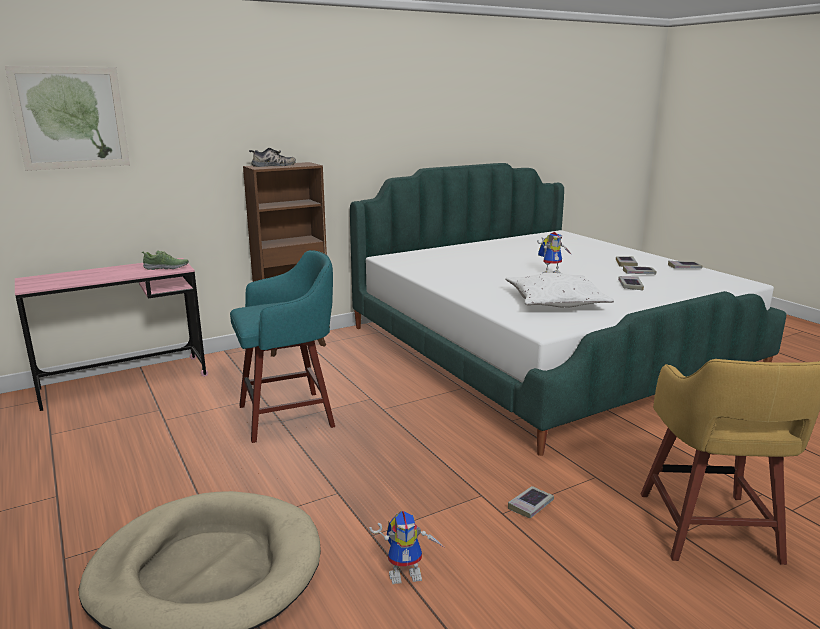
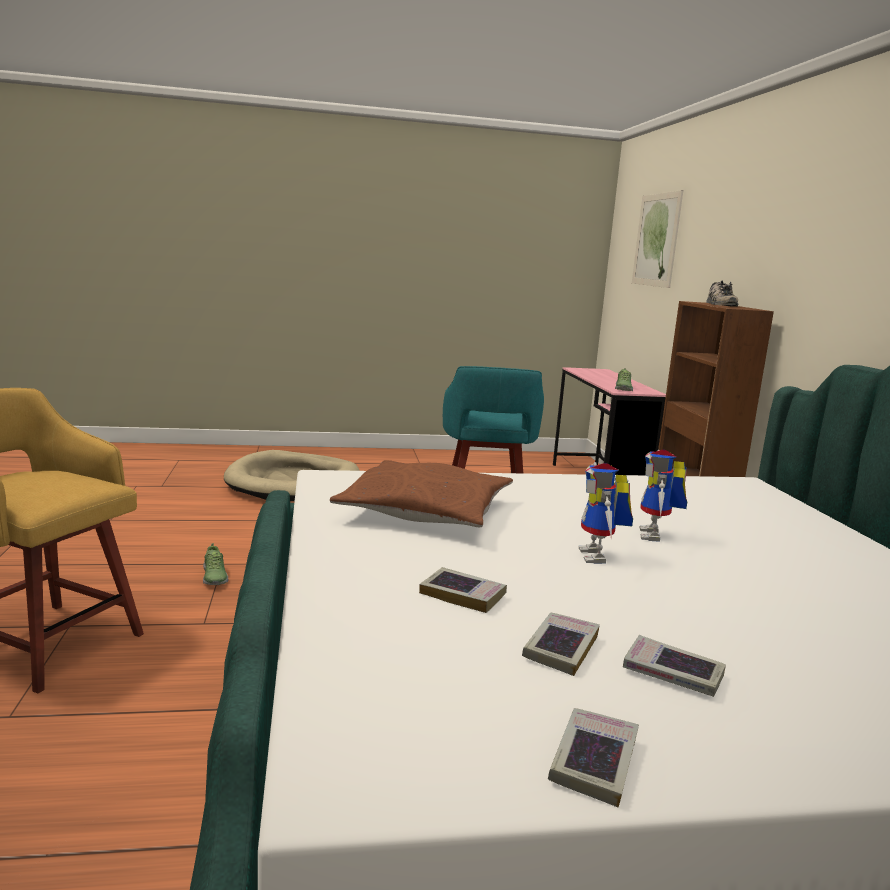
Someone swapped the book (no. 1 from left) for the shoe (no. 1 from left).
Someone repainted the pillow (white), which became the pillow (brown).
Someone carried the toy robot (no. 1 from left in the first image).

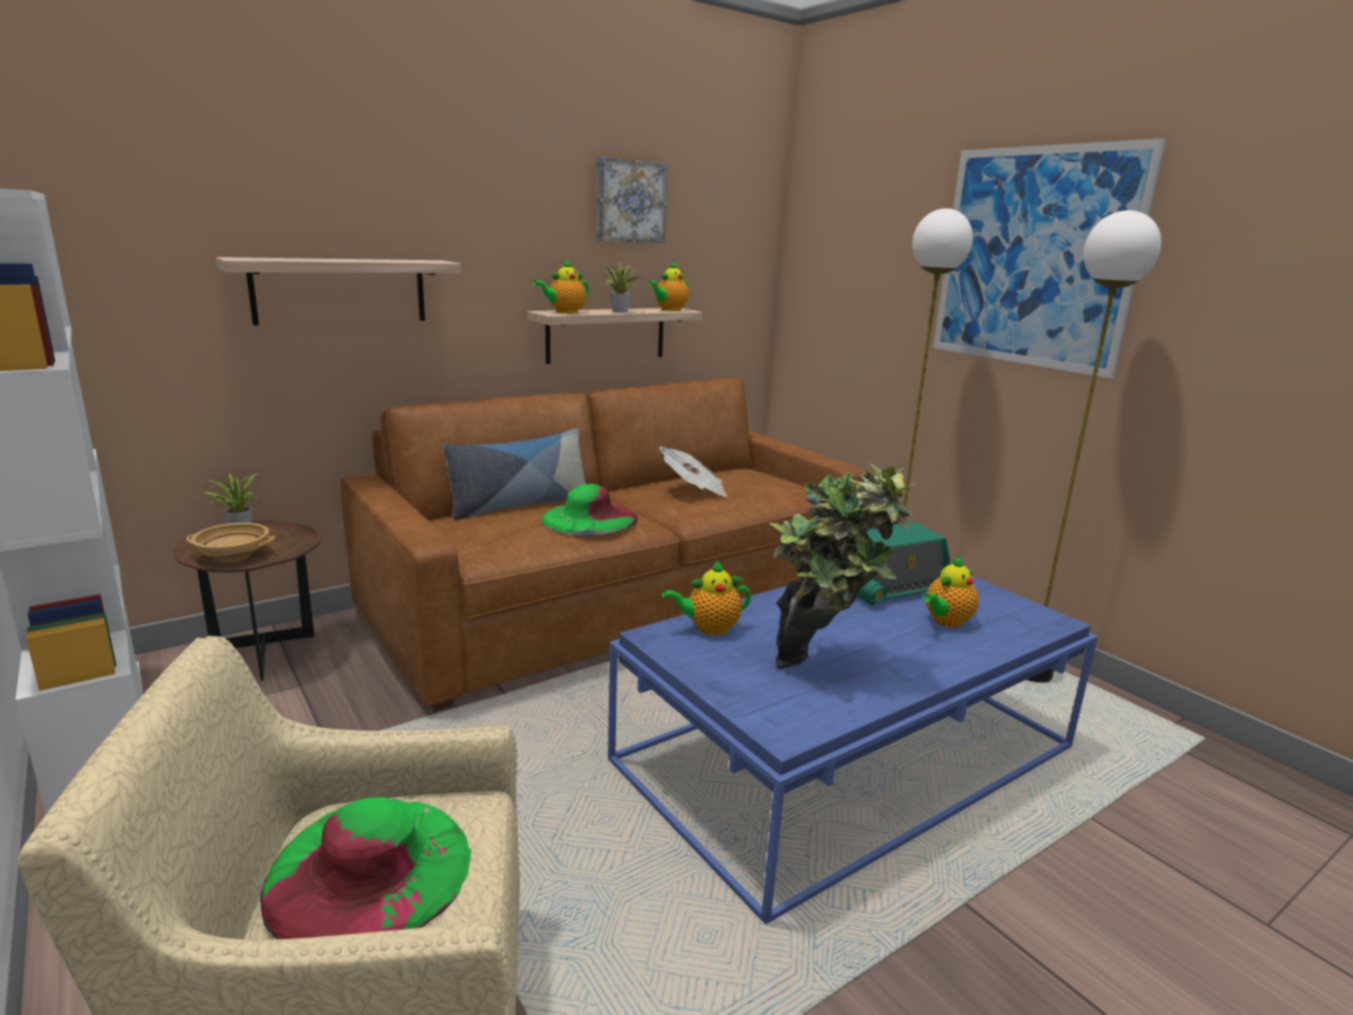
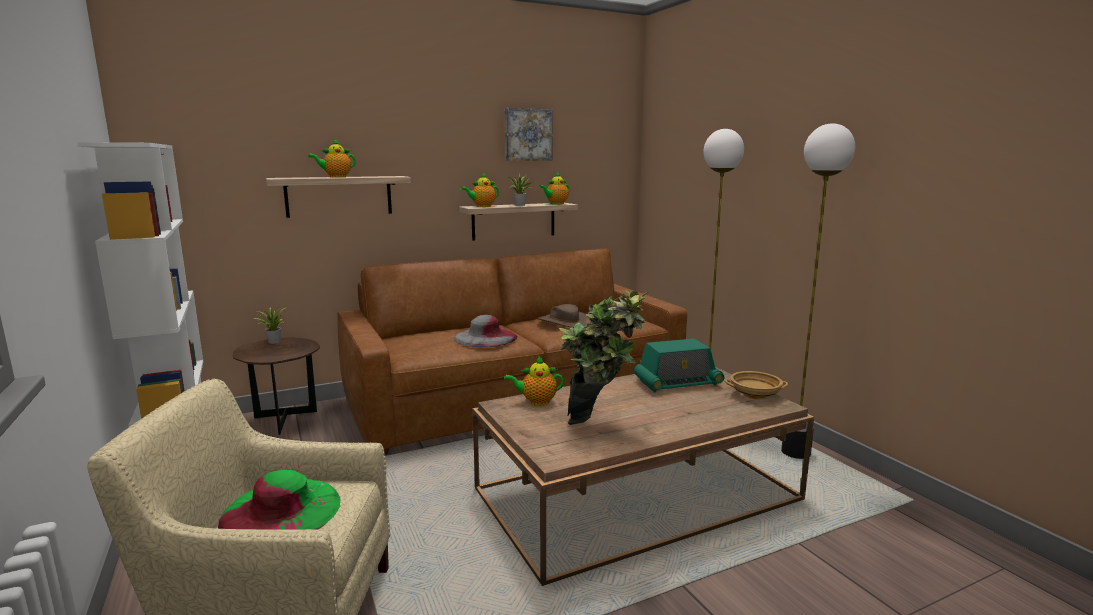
Someone carried the teapot (no. 4 from left in the first image).
Someone repainted the hat (green) (no. 2 from left), which became the hat (grey).
Someone repainted the coffee table (blue), which became the coffee table (brown).
Someone swapped the newspaper for the hat (brown).
Someone carried the bowl (beige).
Someone took away the pillow.
Someone took away the picture (no. 2 from left).

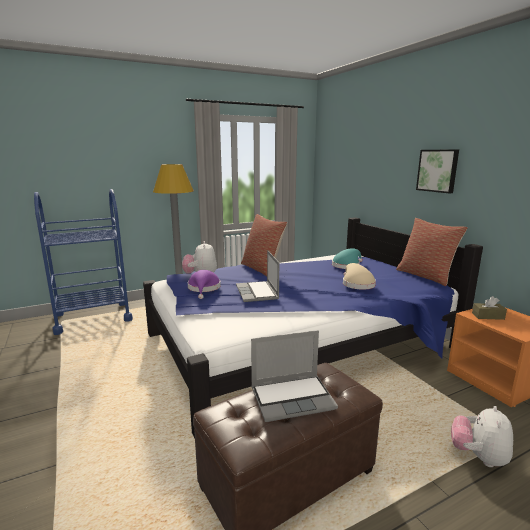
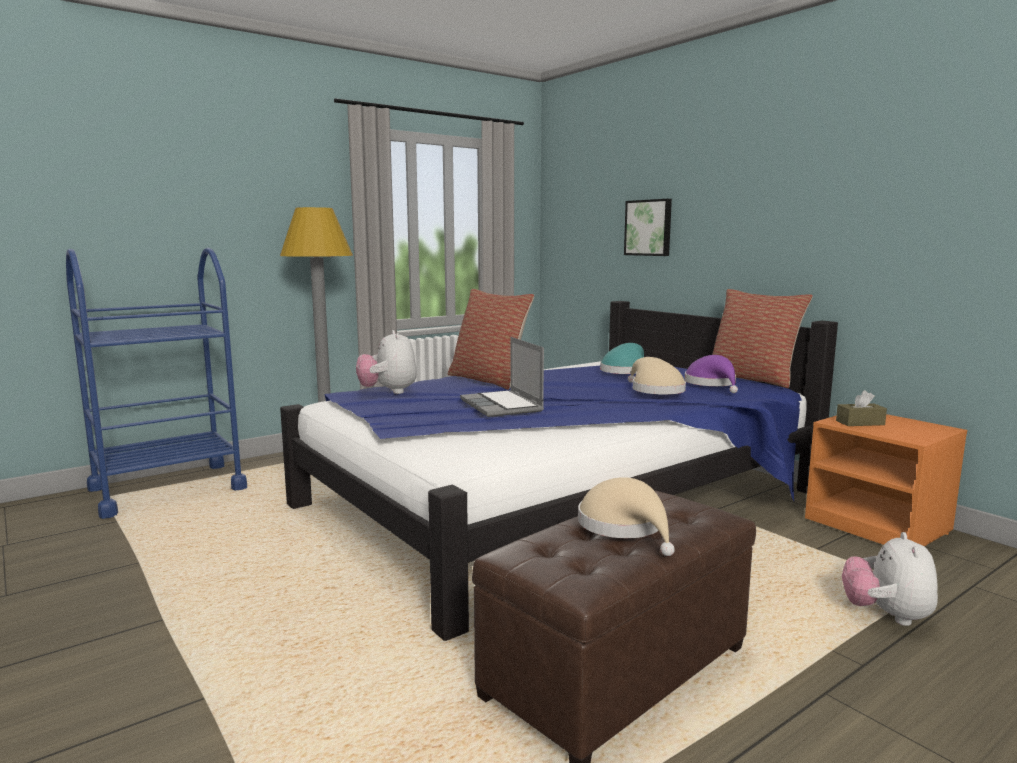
Someone swapped the laptop (no. 2 from left) for the hat (beige) (no. 1 from left).
Someone carried the picture.
Someone carried the hat (purple).

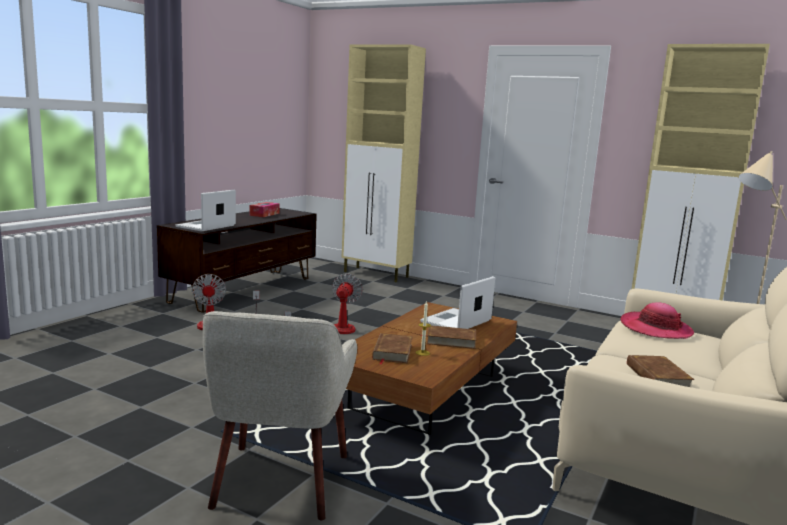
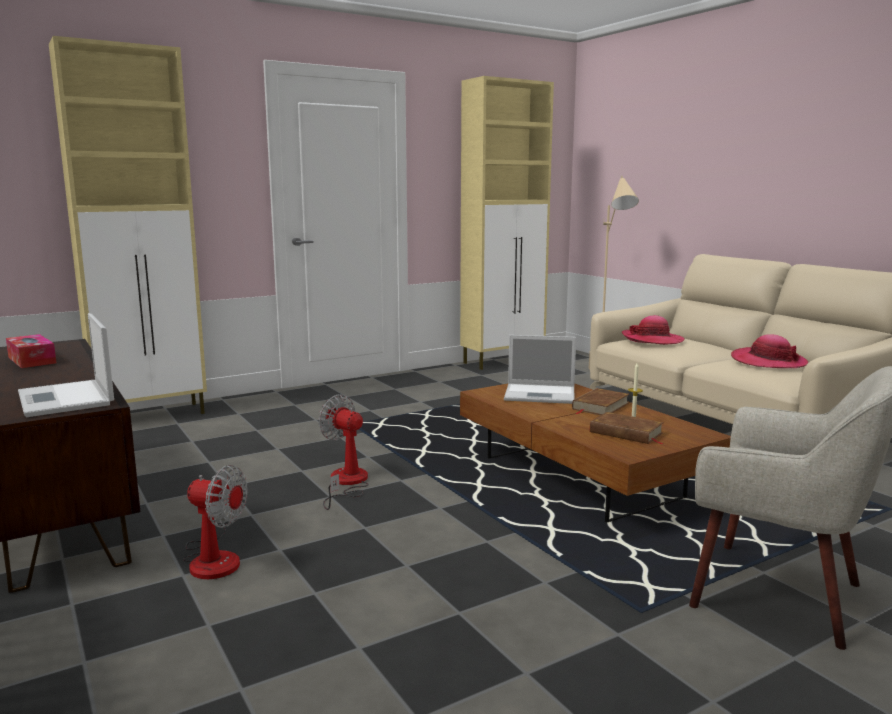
Someone rotated the laptop (no. 2 from left) by 60 degrees counterclockwise.
Someone swapped the book (brown) (no. 3 from left) for the hat (no. 2 from left).

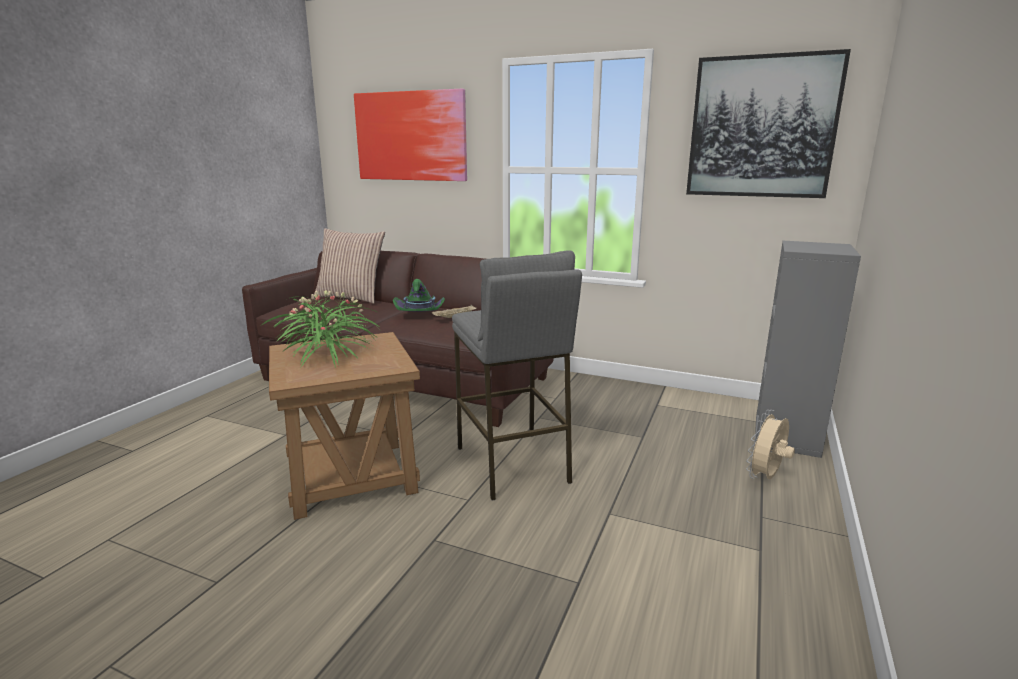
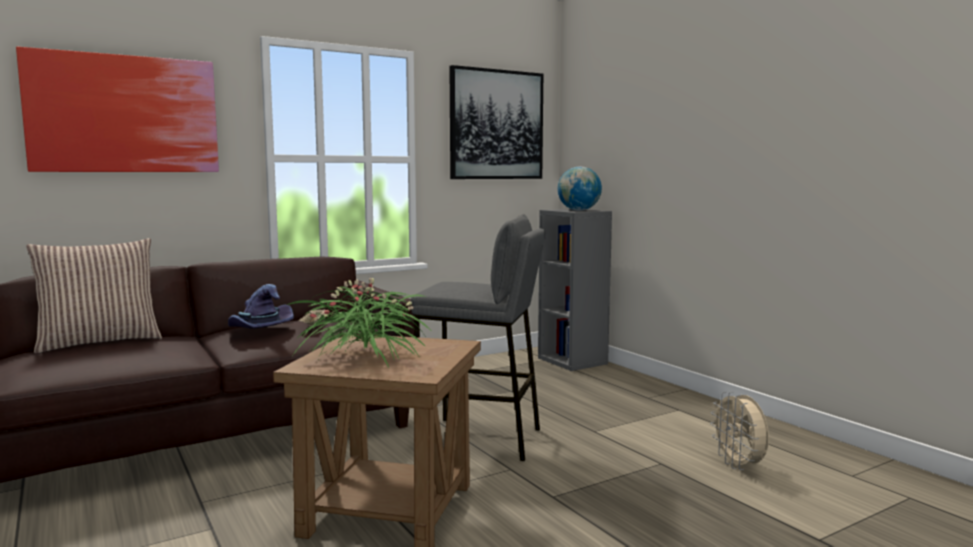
Someone repainted the hat (green), which became the hat (purple).
Someone put down the globe.
Someone carried the fan (beige).

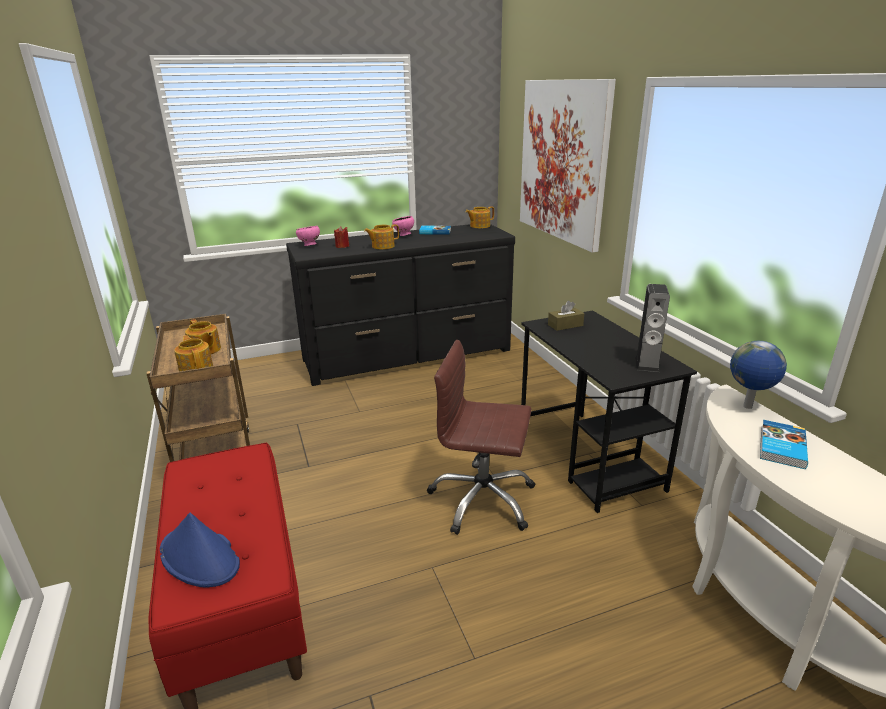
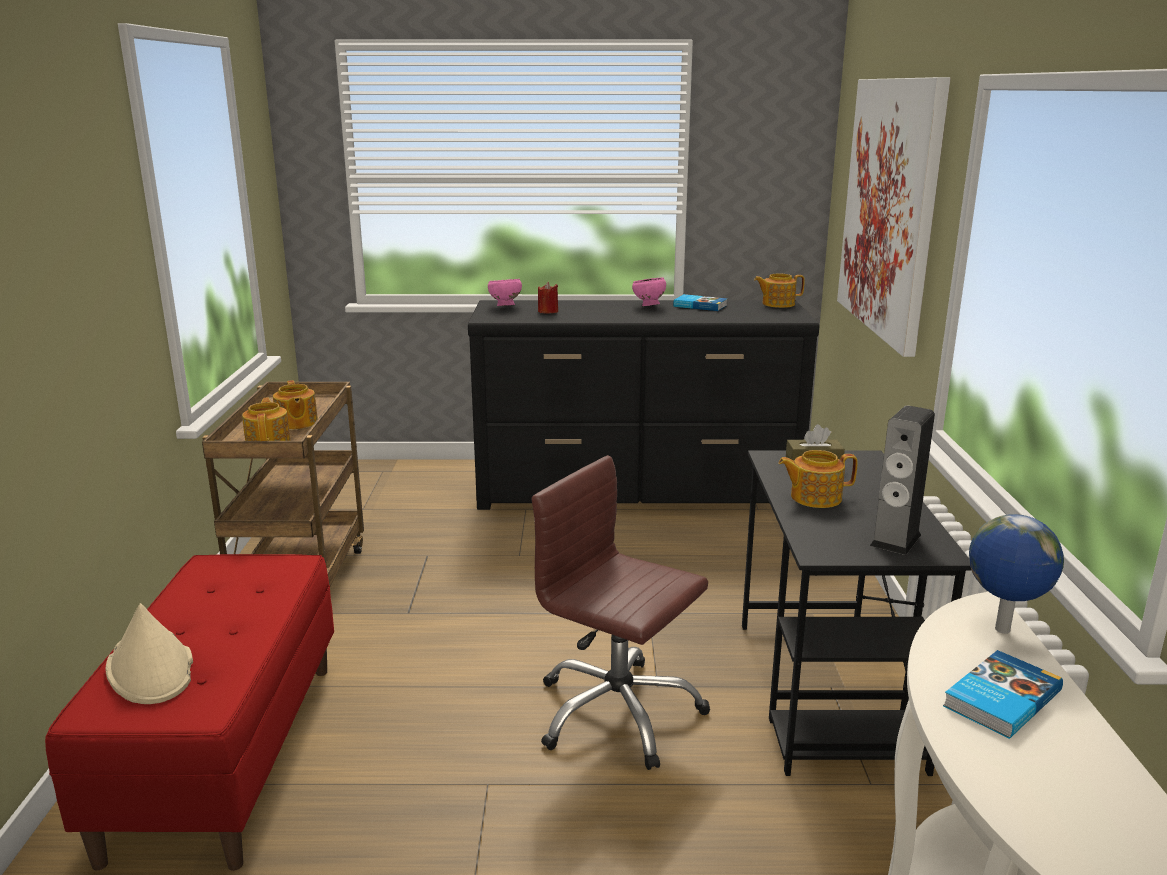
Someone repainted the hat (blue), which became the hat (beige).
Someone carried the teapot (no. 3 from left in the first image).

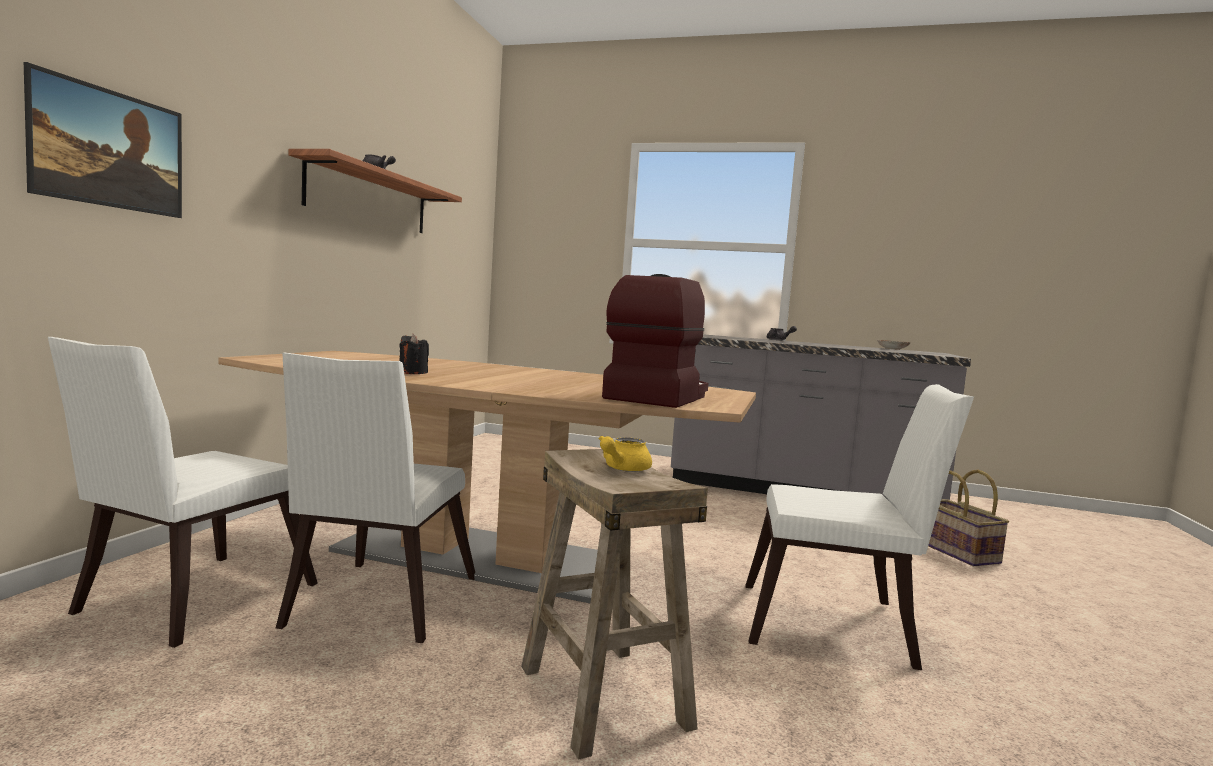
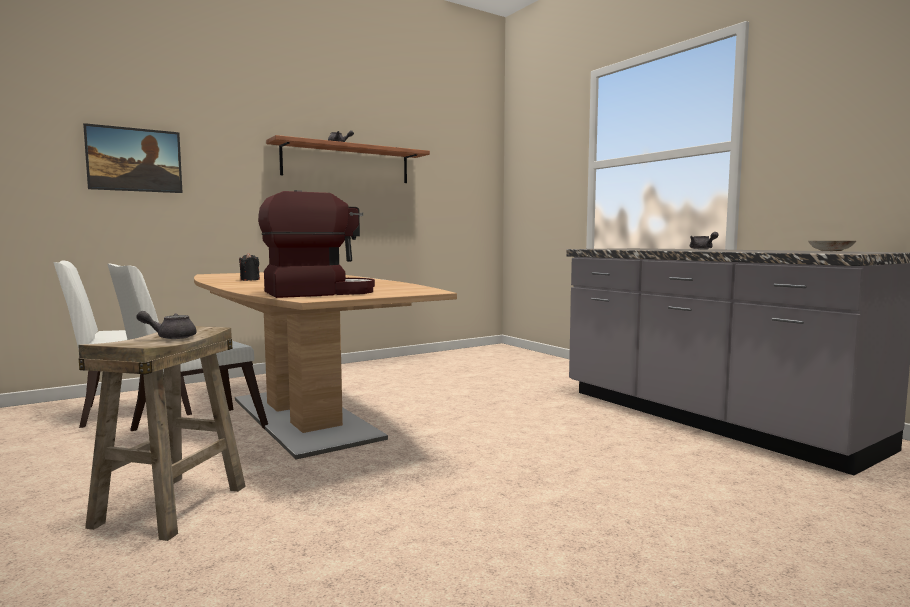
Someone repainted the teapot (yellow), which became the teapot (grey) (no. 1 from left).
Someone took away the chair (white) (no. 3 from left).
Someone took away the basket.

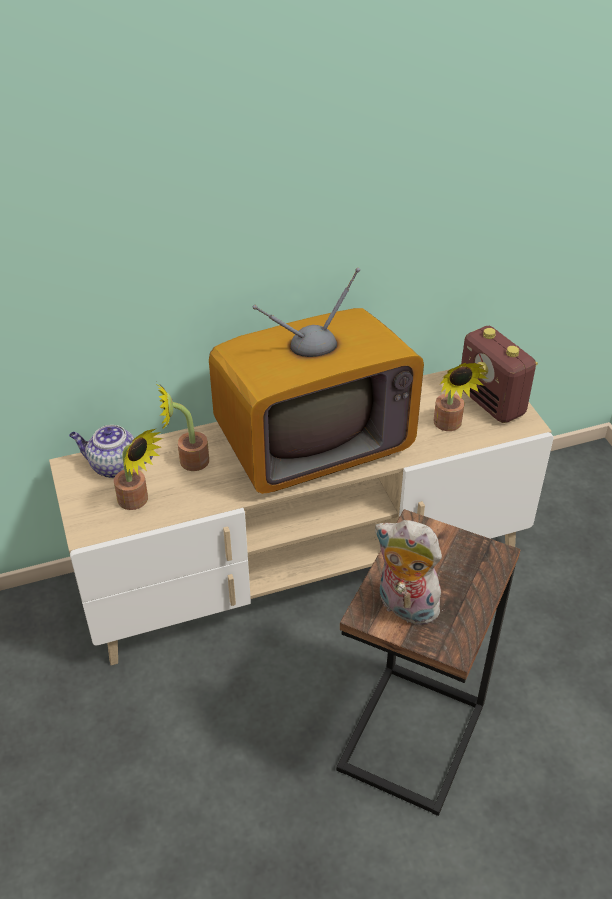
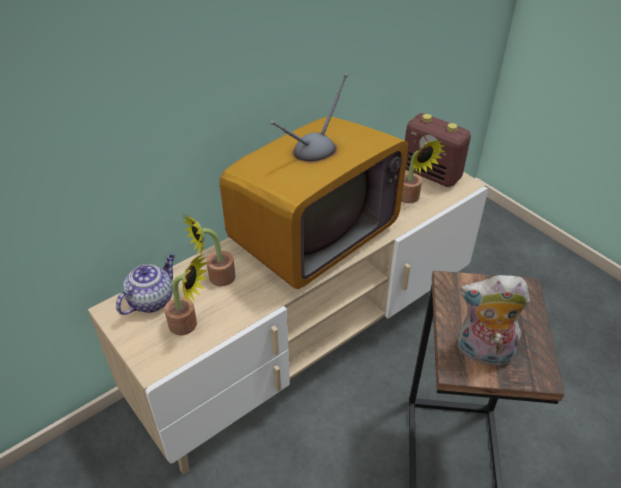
Someone rotated the teapot by 135 degrees clockwise.

